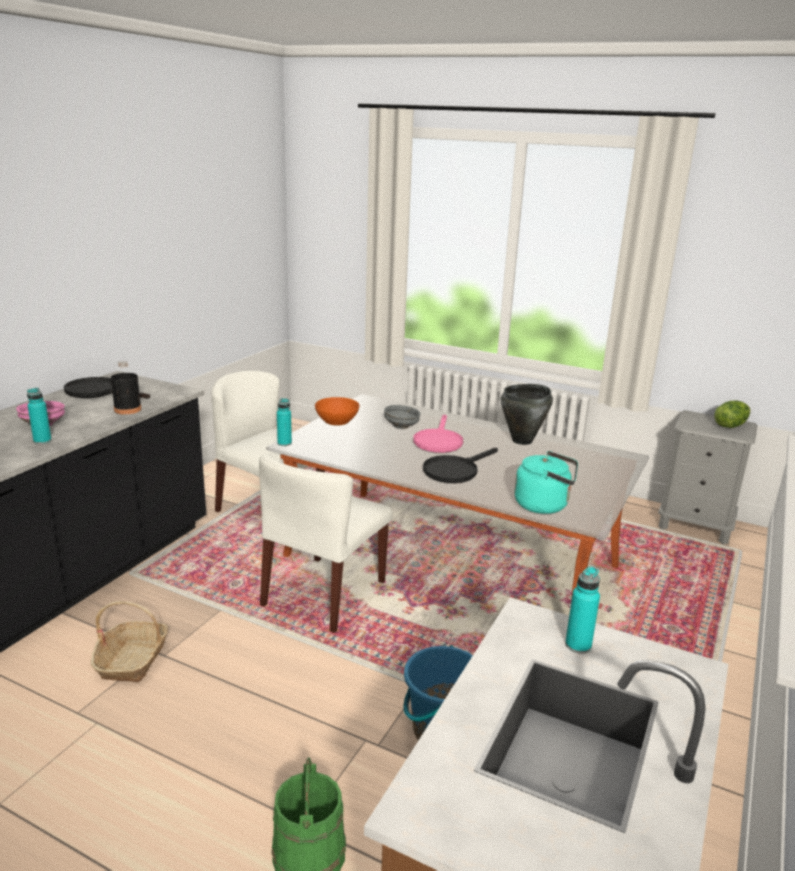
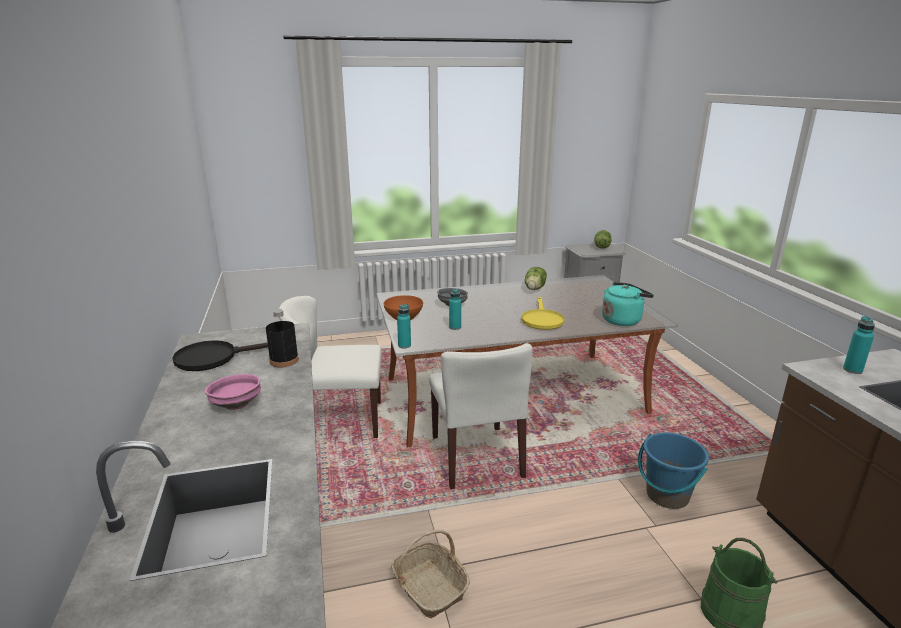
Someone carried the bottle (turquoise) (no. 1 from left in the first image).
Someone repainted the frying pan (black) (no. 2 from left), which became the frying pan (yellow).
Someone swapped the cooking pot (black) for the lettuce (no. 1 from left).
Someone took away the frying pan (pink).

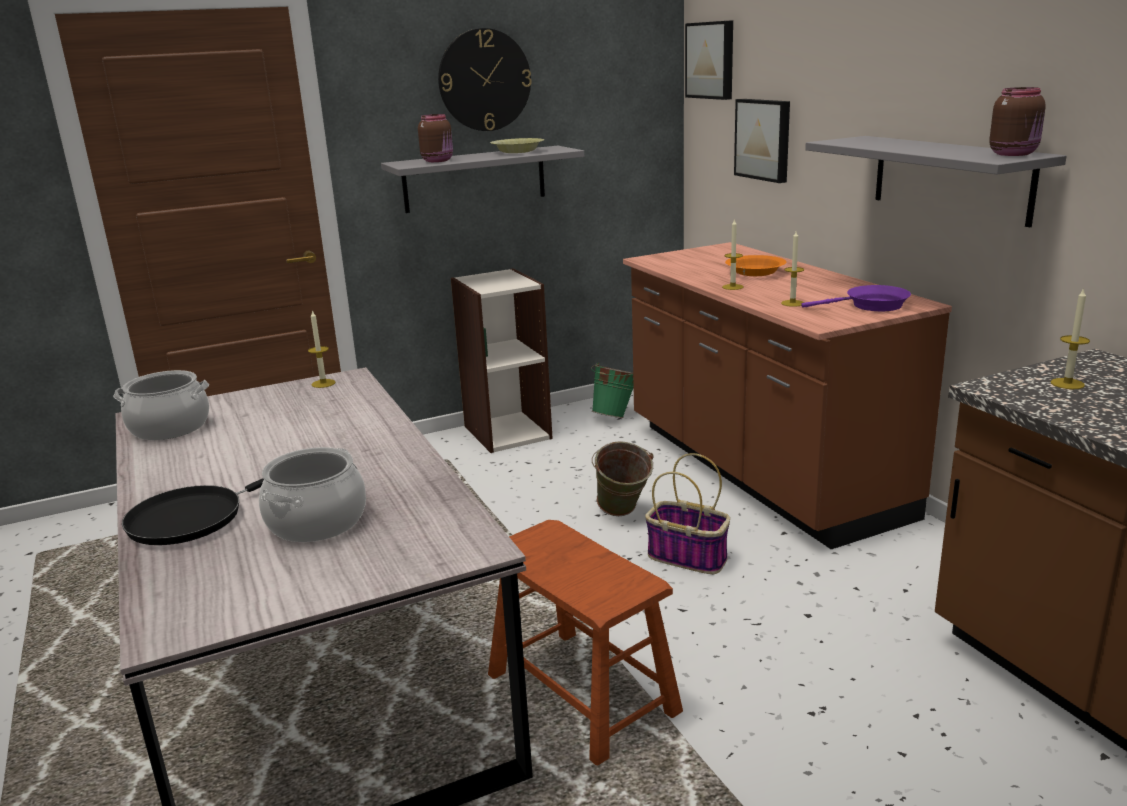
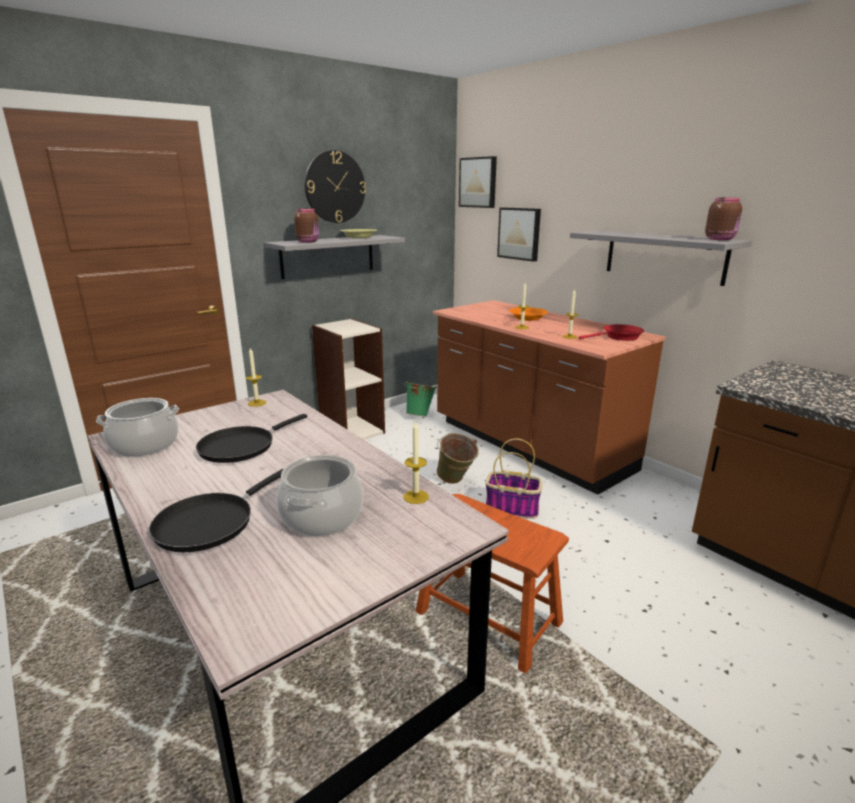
Someone put down the frying pan (black) (no. 2 from left).
Someone carried the candle (no. 4 from left in the first image).
Someone repainted the frying pan (purple), which became the frying pan (red).

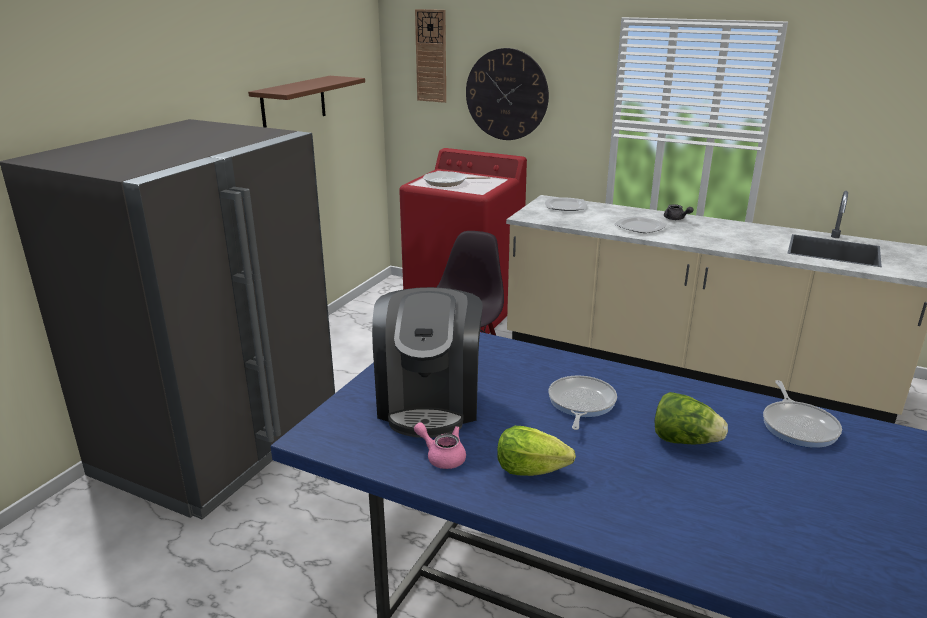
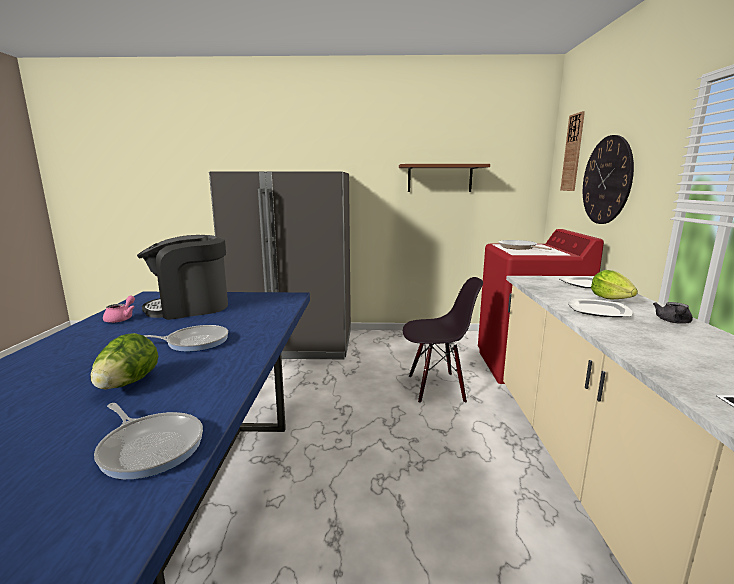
Someone rotated the frying pan (no. 3 from left in the first image) by 120 degrees counterclockwise.
Someone carried the lettuce (no. 1 from left in the first image).

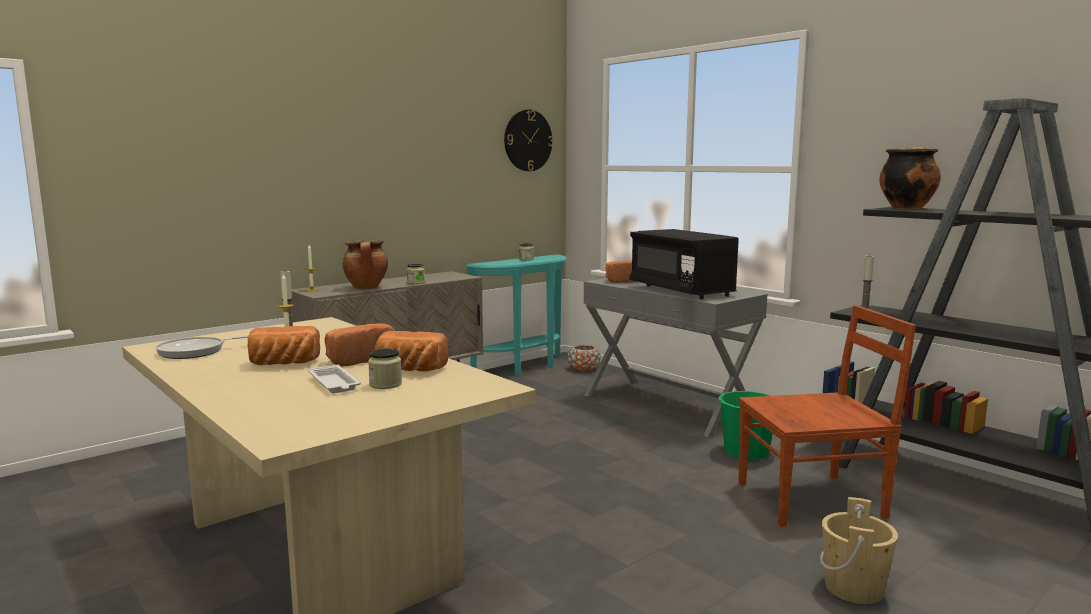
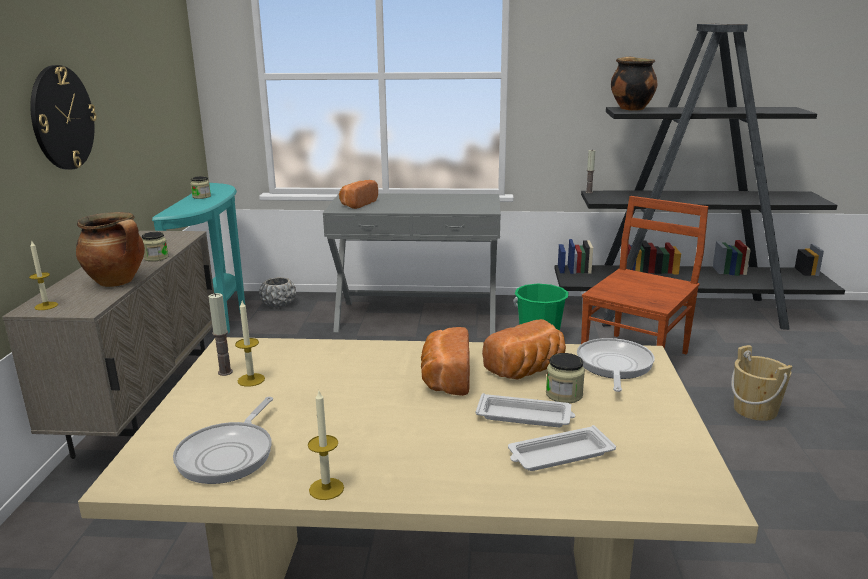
Someone carried the wall clock.
Someone repainted the planter (orange), which became the planter (grey).
Someone put down the candle (no. 4 from left).
Someone put down the tray (white) (no. 2 from left).
Someone put down the frying pan (no. 2 from left).
Someone took away the bread (no. 1 from left).
Someone took away the microwave (black).

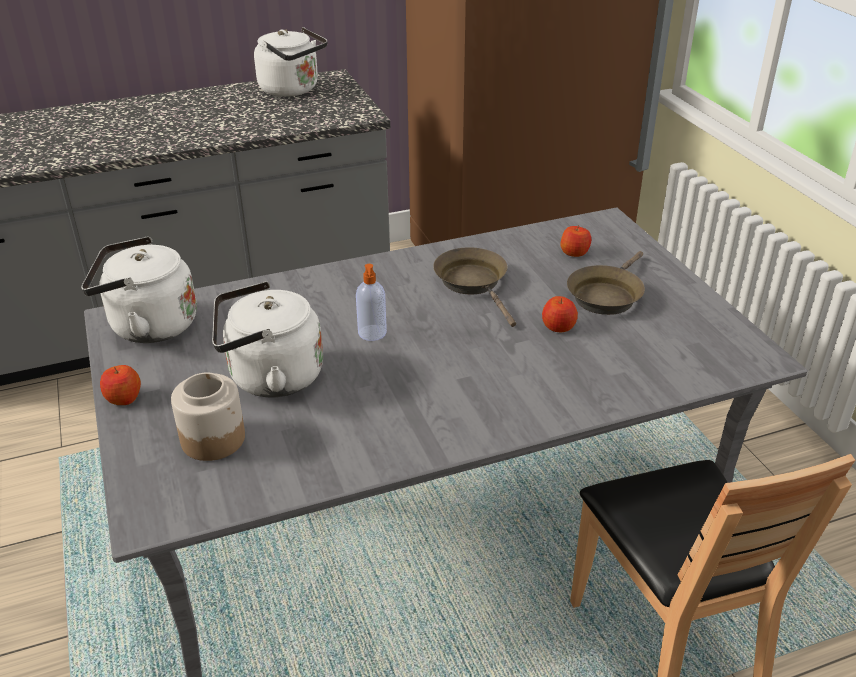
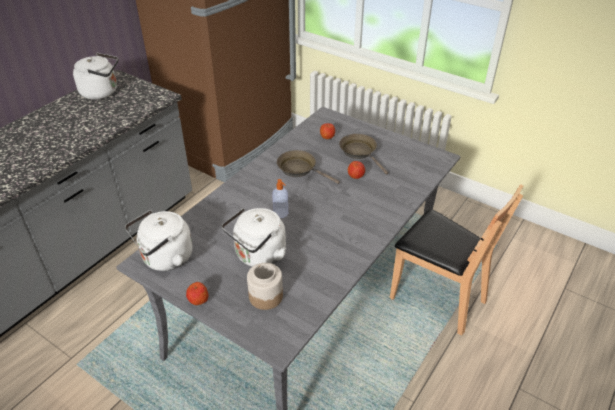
Someone rotated the frying pan (brown) (no. 2 from left) by 150 degrees clockwise.

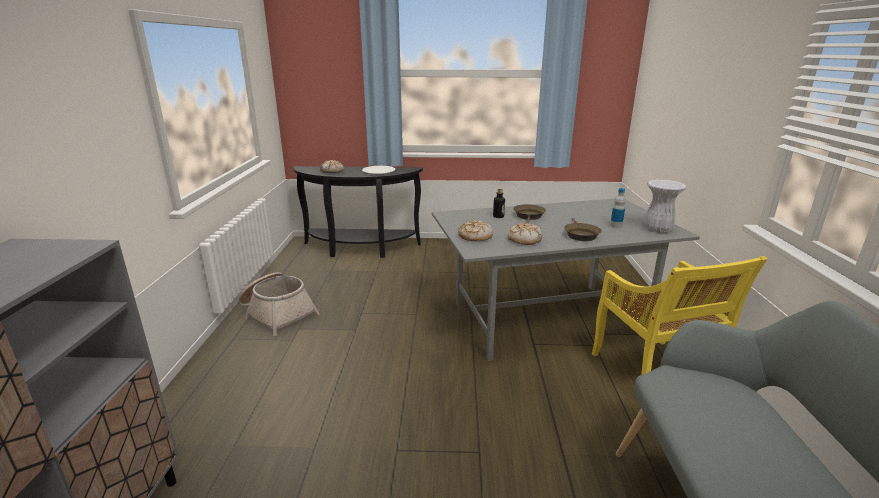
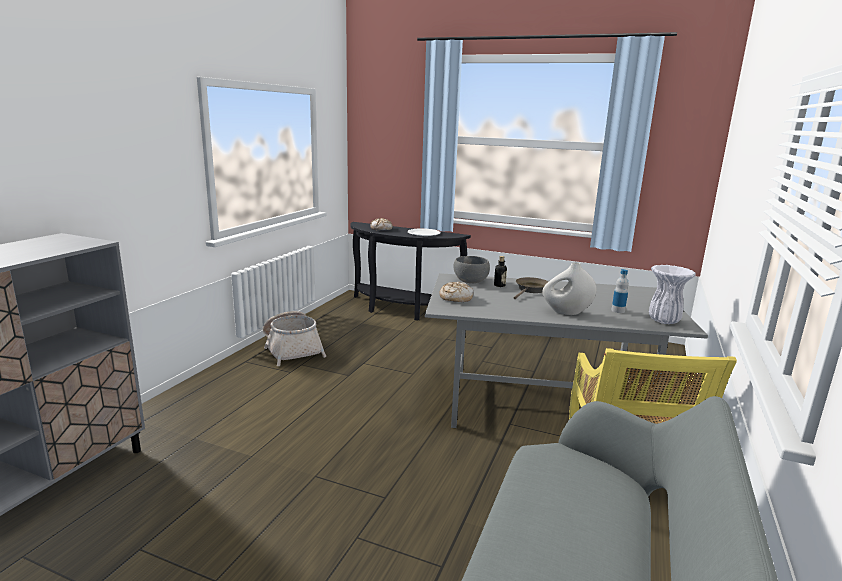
Someone put down the bowl (grey).
Someone swapped the frying pan (brown) (no. 2 from left) for the vase (white) (no. 1 from left).
Someone took away the bread (no. 3 from left).

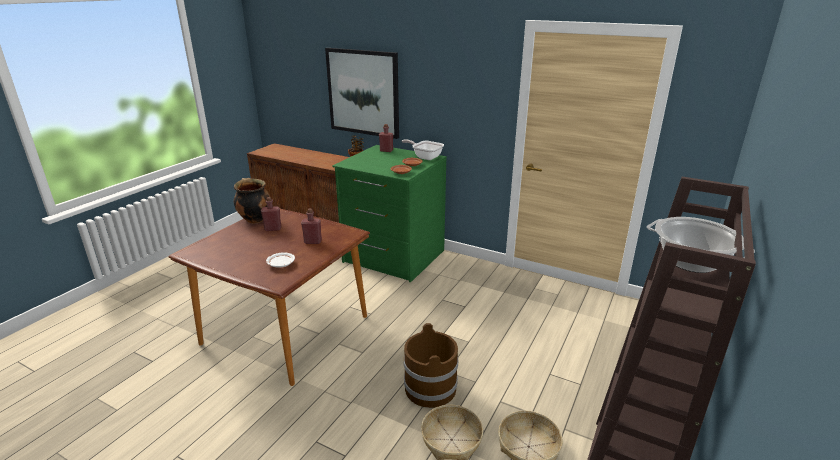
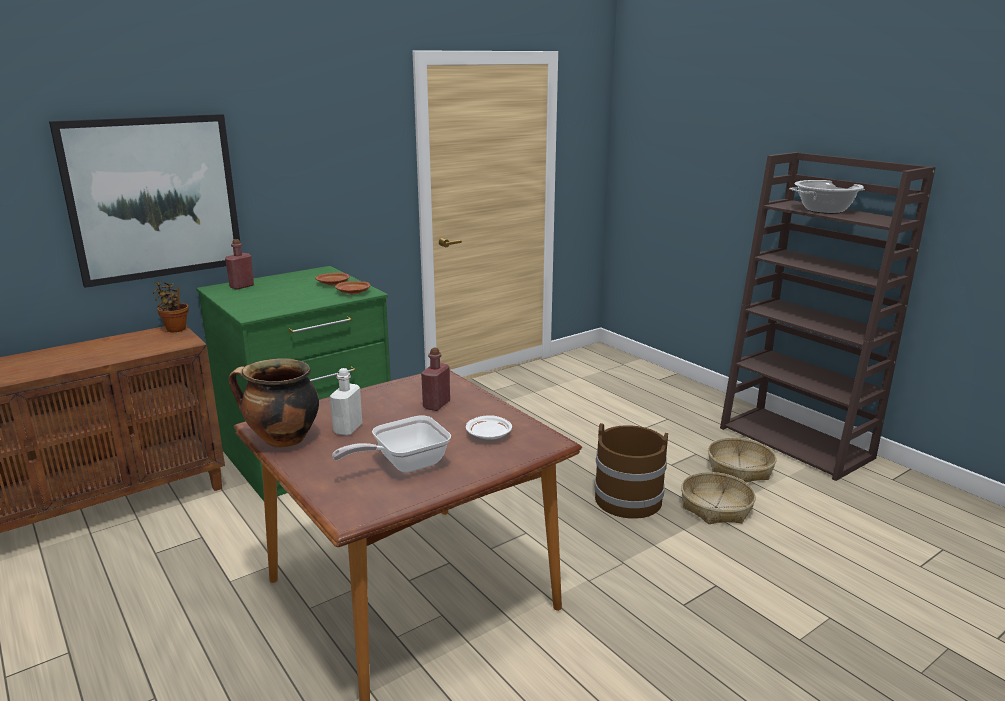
Someone repainted the bottle (red) (no. 1 from left), which became the bottle (white).
Someone carried the frying pan.

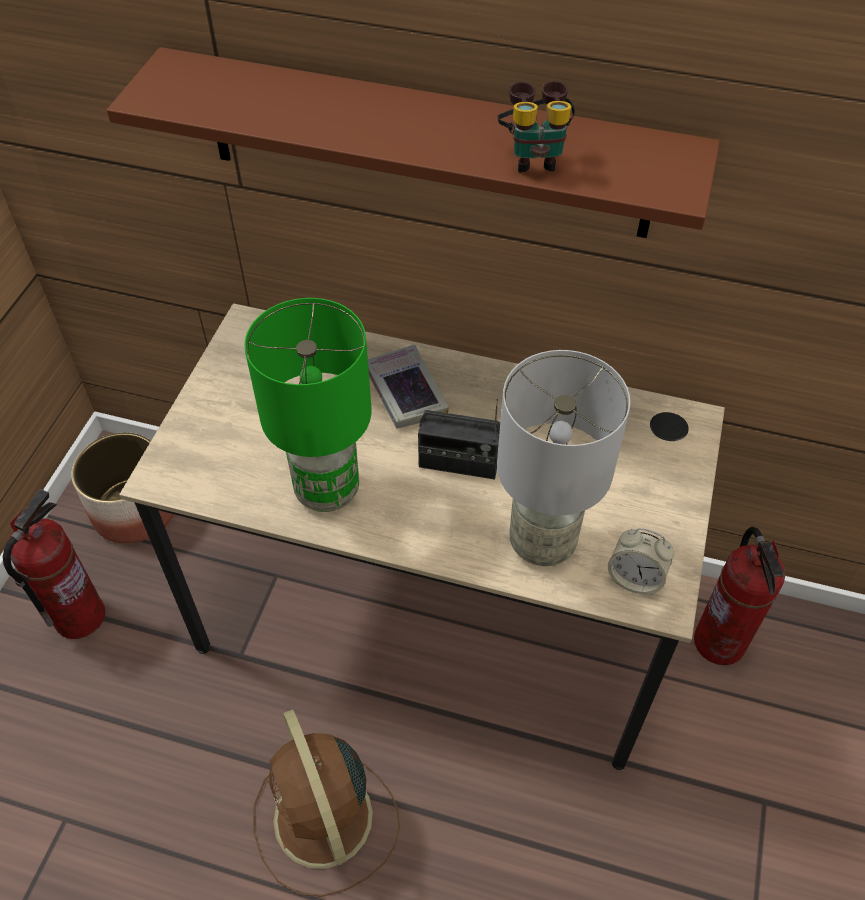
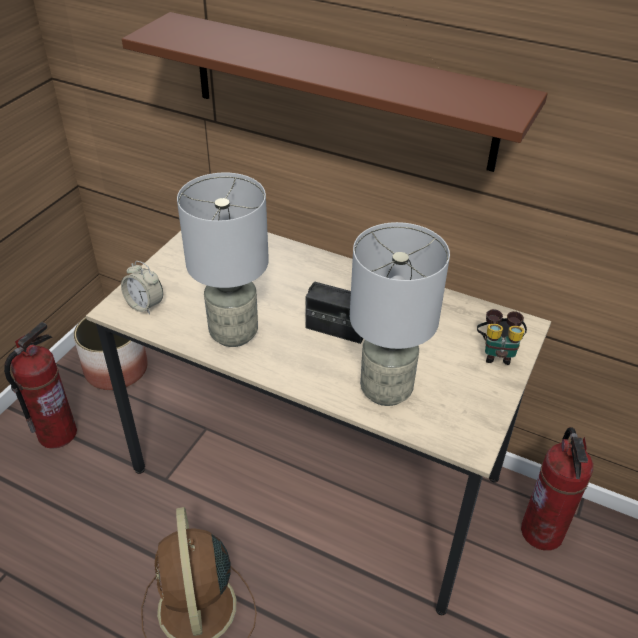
Someone carried the alarm clock.
Someone repainted the table lamp (green), which became the table lamp (grey) (no. 1 from left).
Someone carried the binoculars.
Someone took away the book.

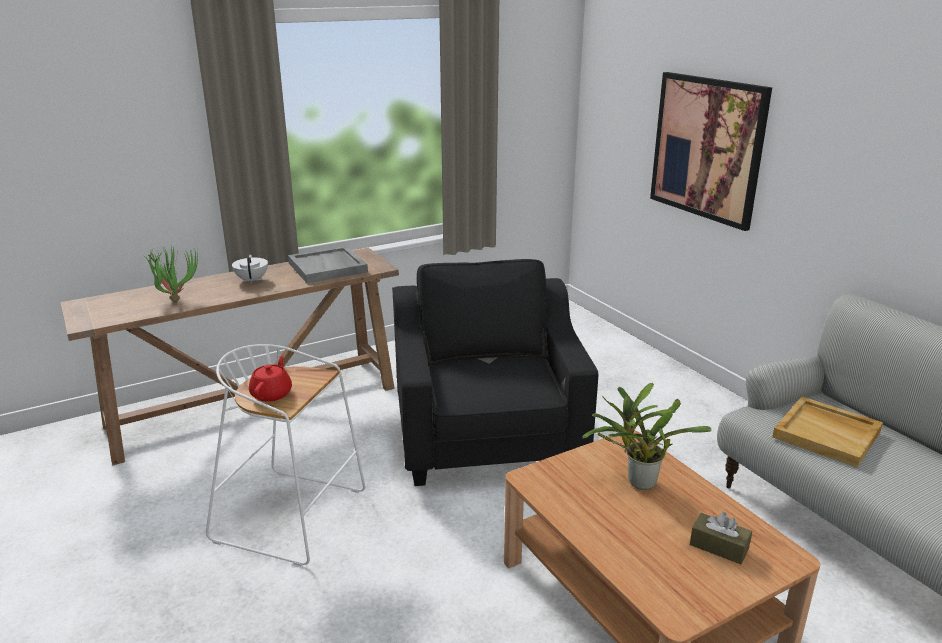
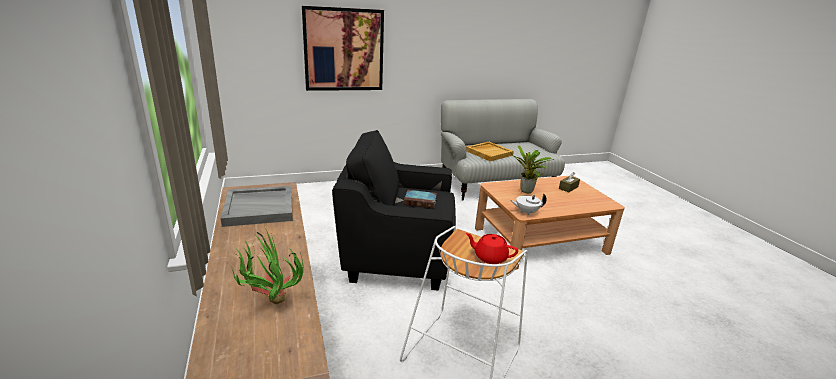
Someone put down the book.
Someone carried the teapot (white).

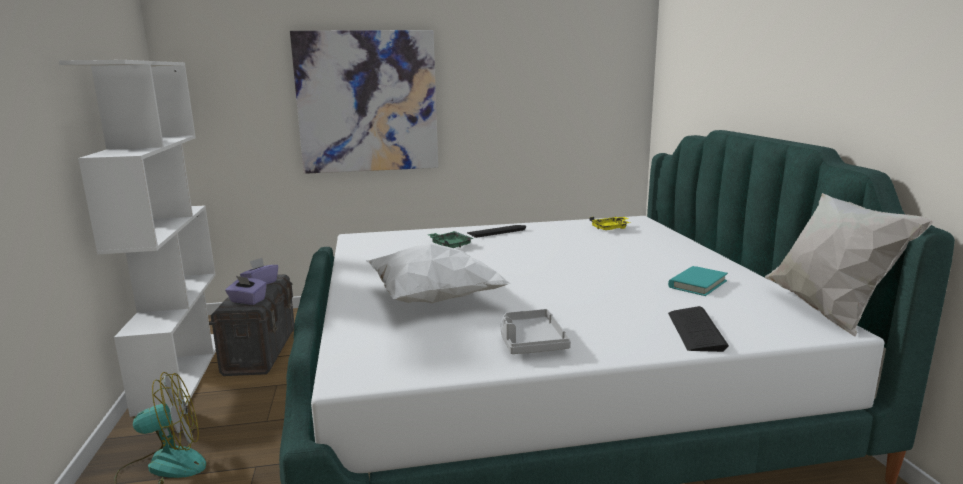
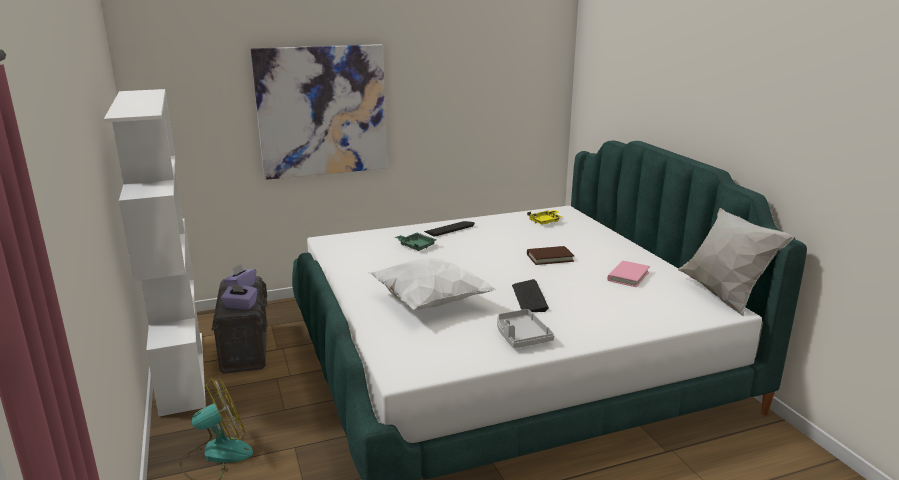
Someone carried the keyboard (no. 2 from left).
Someone put down the book (brown).
Someone repainted the book (turquoise), which became the book (pink).

